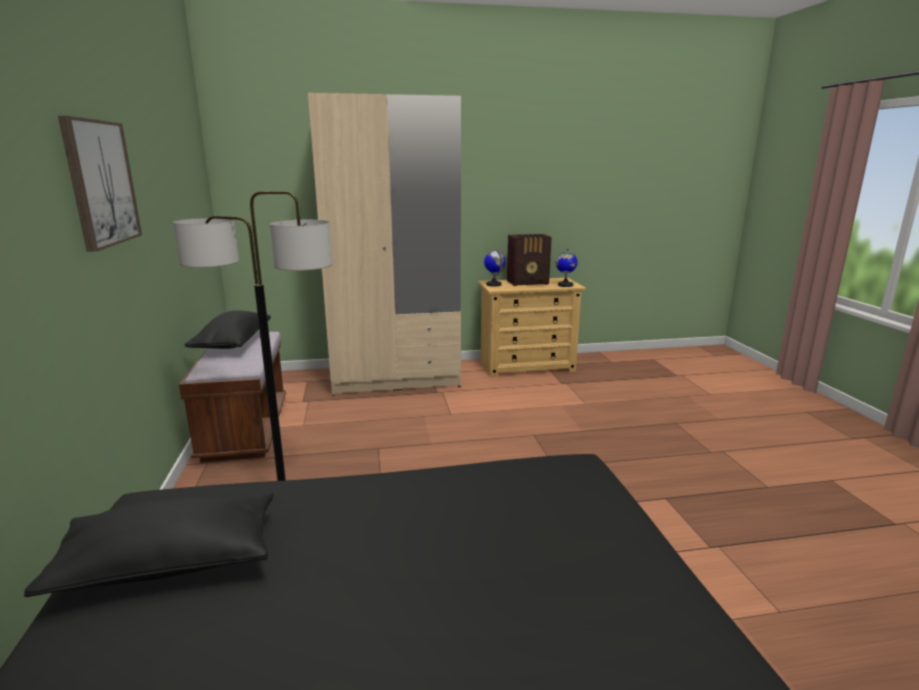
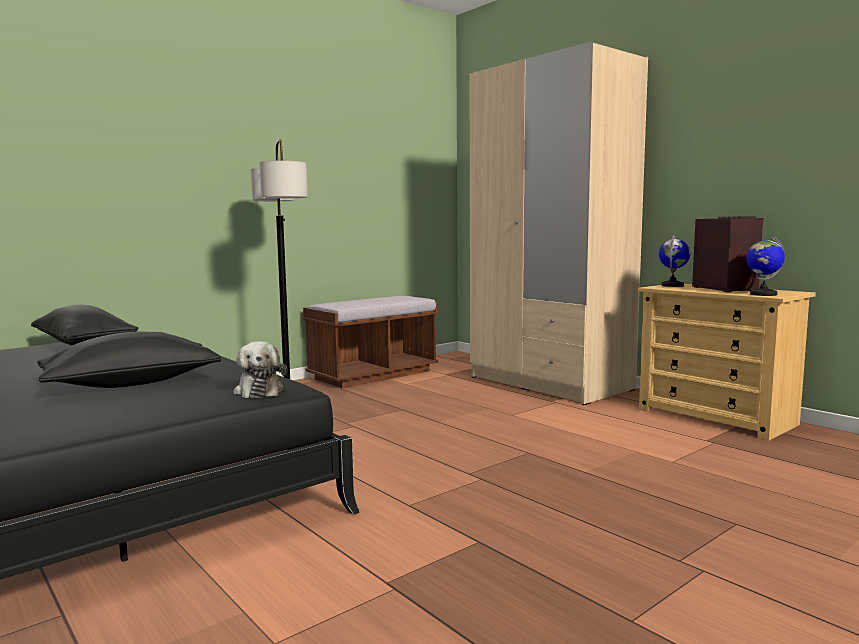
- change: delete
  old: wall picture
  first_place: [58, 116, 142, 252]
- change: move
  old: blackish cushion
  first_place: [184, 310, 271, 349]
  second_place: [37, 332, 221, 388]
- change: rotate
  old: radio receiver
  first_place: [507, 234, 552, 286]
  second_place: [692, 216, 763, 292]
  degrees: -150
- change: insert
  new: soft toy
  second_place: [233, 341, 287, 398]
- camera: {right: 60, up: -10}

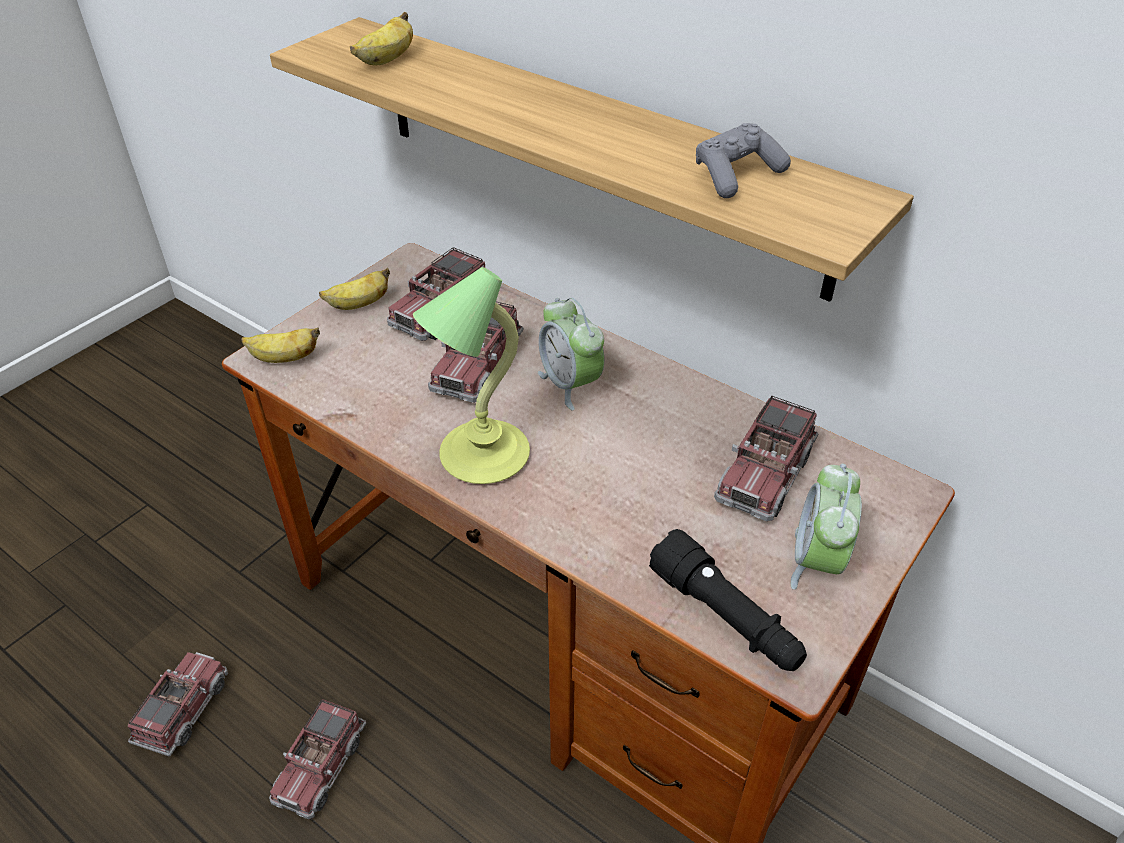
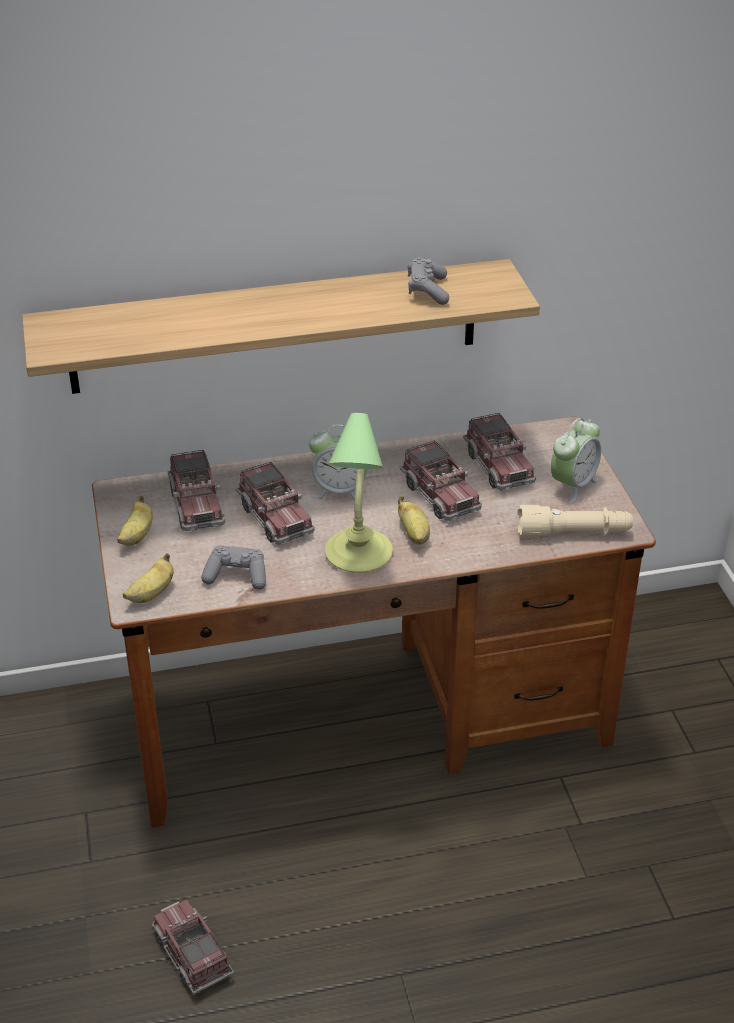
- change: move
  old: toy truck
  first_place: [269, 699, 366, 820]
  second_place: [400, 440, 482, 521]
- change: move
  old: whole banana
  first_place: [350, 12, 413, 65]
  second_place: [398, 496, 430, 545]
- change: recolor
  old: blackish hand torch
  new: beige hand torch
  first_place: [649, 529, 807, 671]
  second_place: [517, 505, 633, 538]
- change: rotate
  old: table clock
  first_place: [791, 463, 862, 590]
  second_place: [551, 418, 601, 503]
  degrees: -105
- change: insert
  new: greyish game controller
  second_place: [201, 545, 266, 590]
- camera: {right: -50, up: -5}

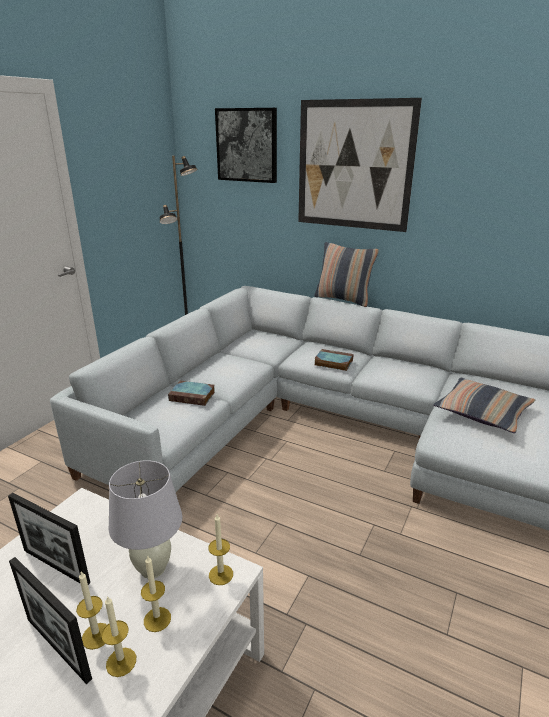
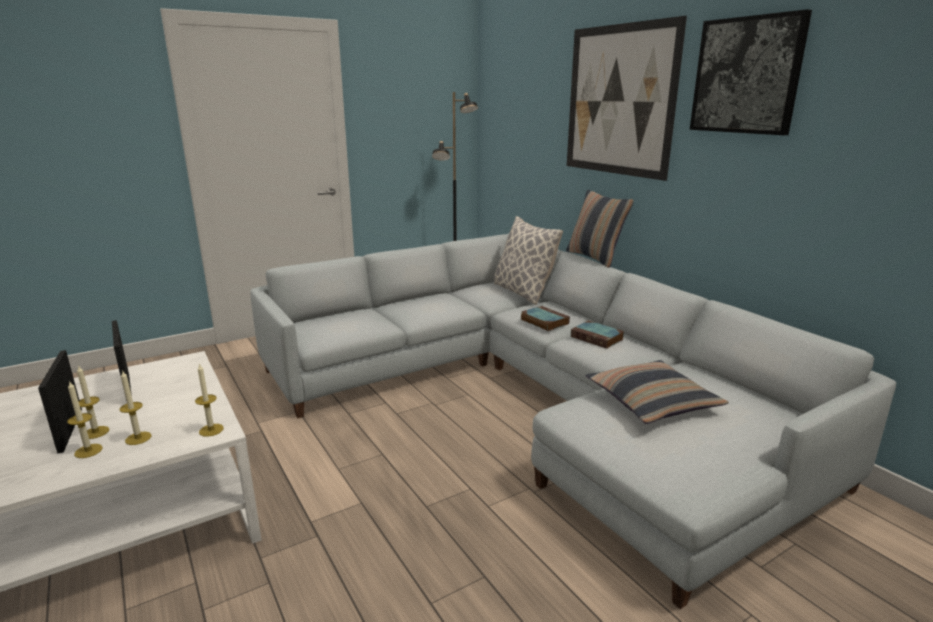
- change: delete
  old: white tabletop lamp
  first_place: [109, 460, 182, 578]
- change: move
  old: volume
  first_place: [168, 381, 215, 406]
  second_place: [571, 320, 624, 349]
- change: move
  old: wall picture
  first_place: [215, 108, 277, 183]
  second_place: [690, 9, 812, 135]
- change: insert
  new: cushion
  second_place: [494, 216, 563, 305]
- camera: {right: 30, up: -5}

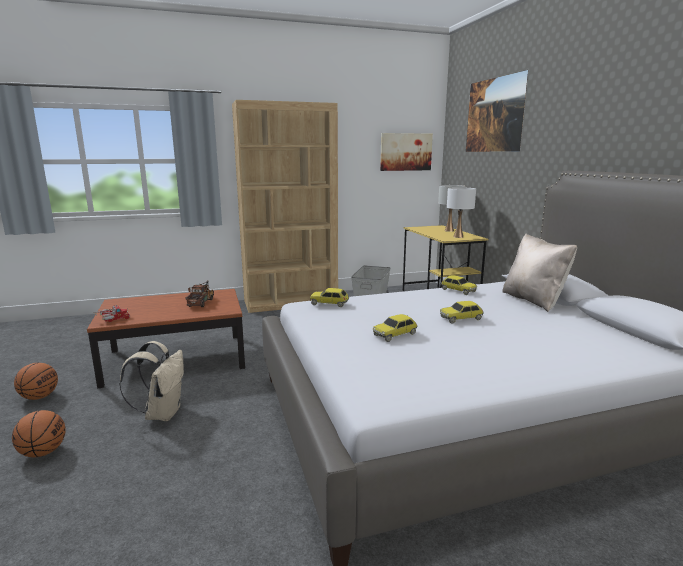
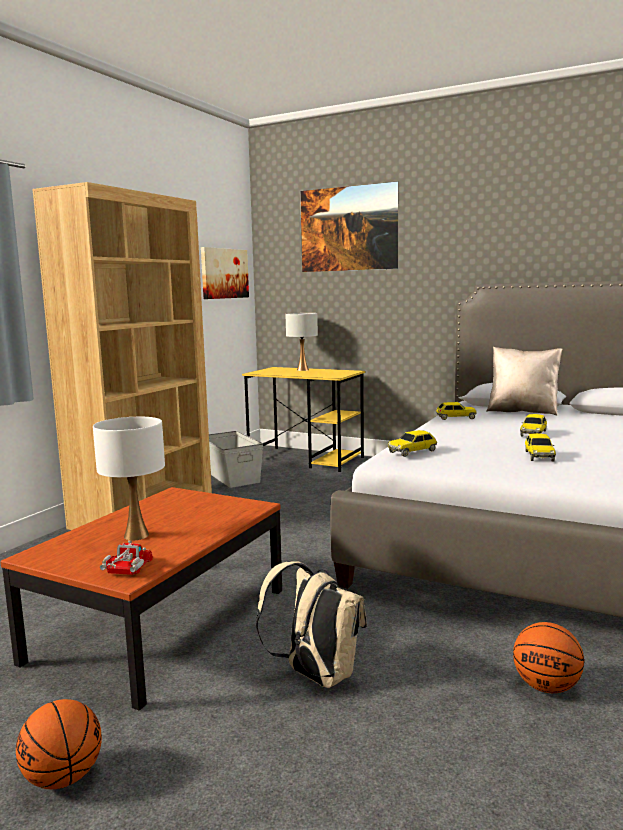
- change: move
  old: basketball ball
  first_place: [12, 410, 66, 457]
  second_place: [513, 622, 584, 693]
- change: delete
  old: toy truck
  first_place: [185, 280, 214, 307]
- change: move
  old: white tabletop lamp
  first_place: [447, 187, 476, 238]
  second_place: [93, 417, 165, 540]
- camera: {right: -45, up: -5}

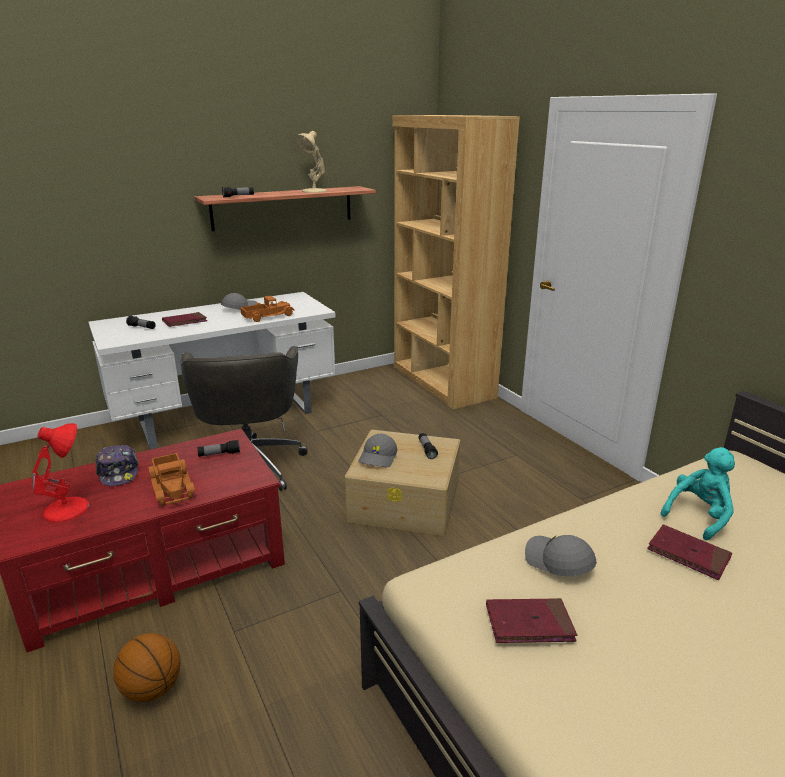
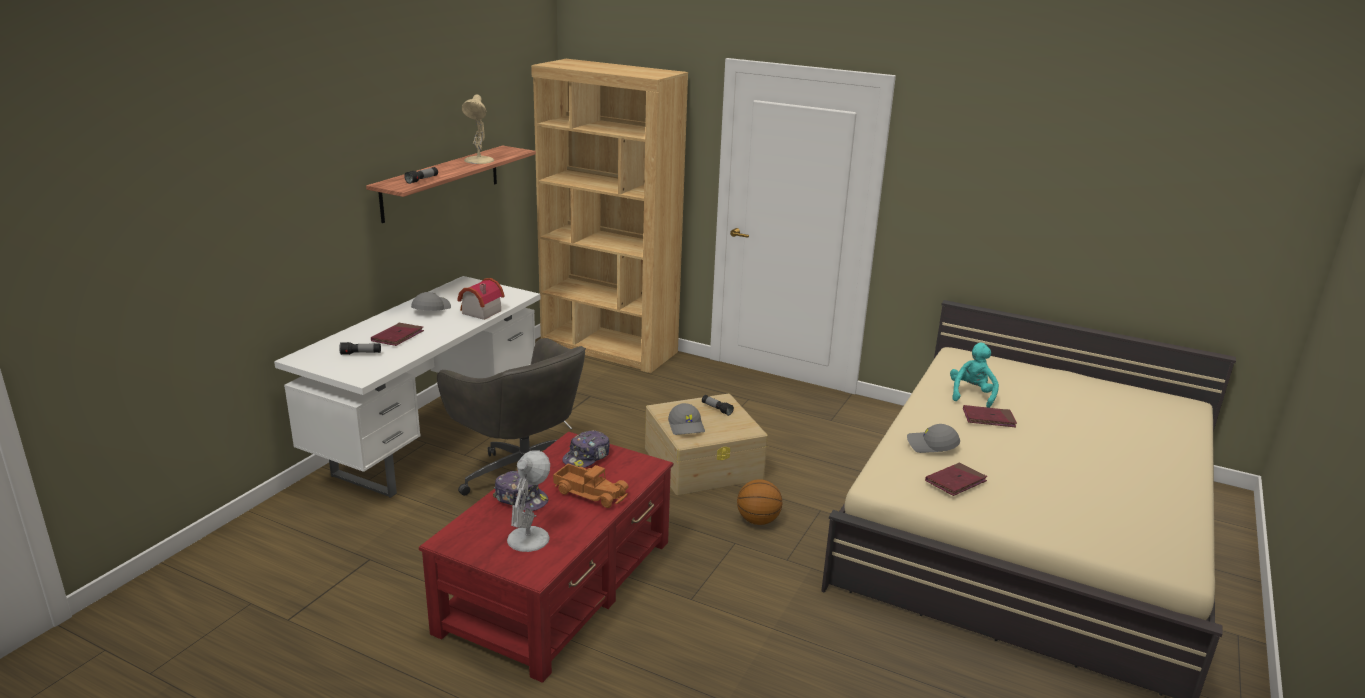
- change: recolor
  old: reddish tabletop lamp
  new: white tabletop lamp
  first_place: [32, 423, 89, 522]
  second_place: [507, 450, 550, 552]
- change: move
  old: basketball ball
  first_place: [113, 633, 181, 702]
  second_place: [737, 479, 782, 525]
- change: replace
  old: hand torch
  new: peaked cap
  first_place: [197, 440, 240, 457]
  second_place: [562, 430, 610, 468]
- change: replace
  old: toy truck
  new: miniature house
  first_place: [240, 296, 295, 322]
  second_place: [457, 278, 505, 320]
- camera: {right: -35, up: 0}

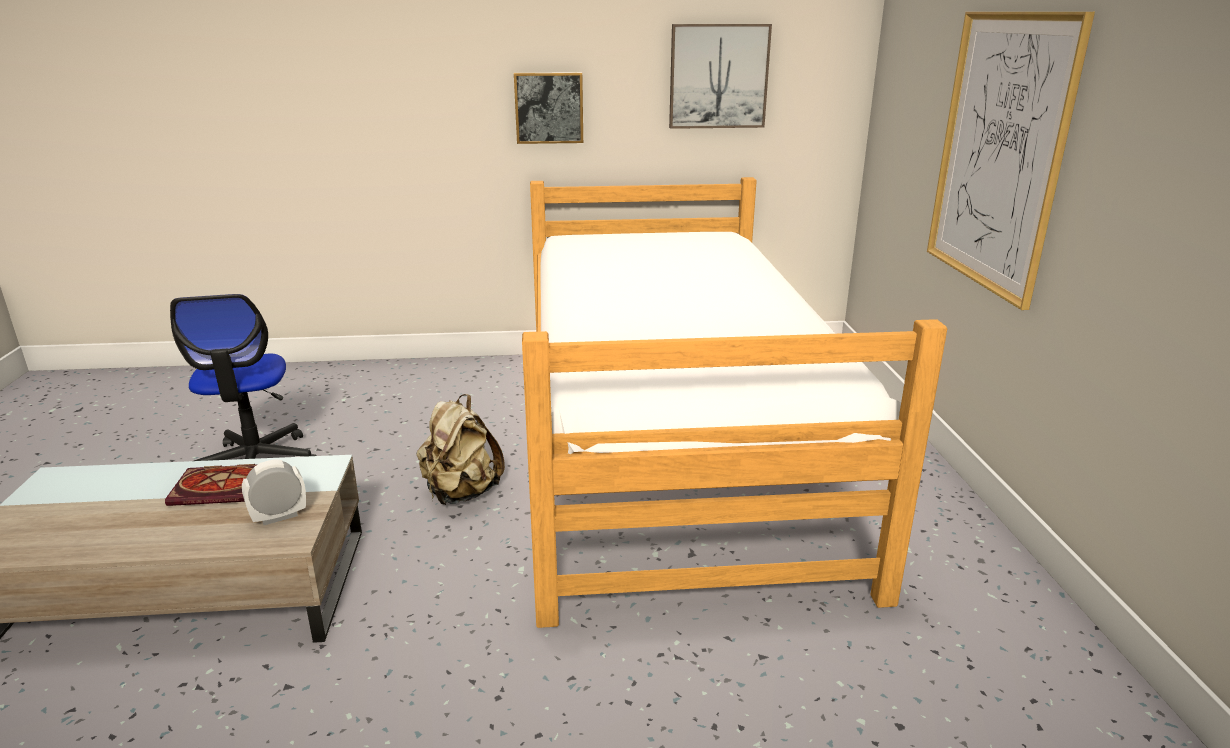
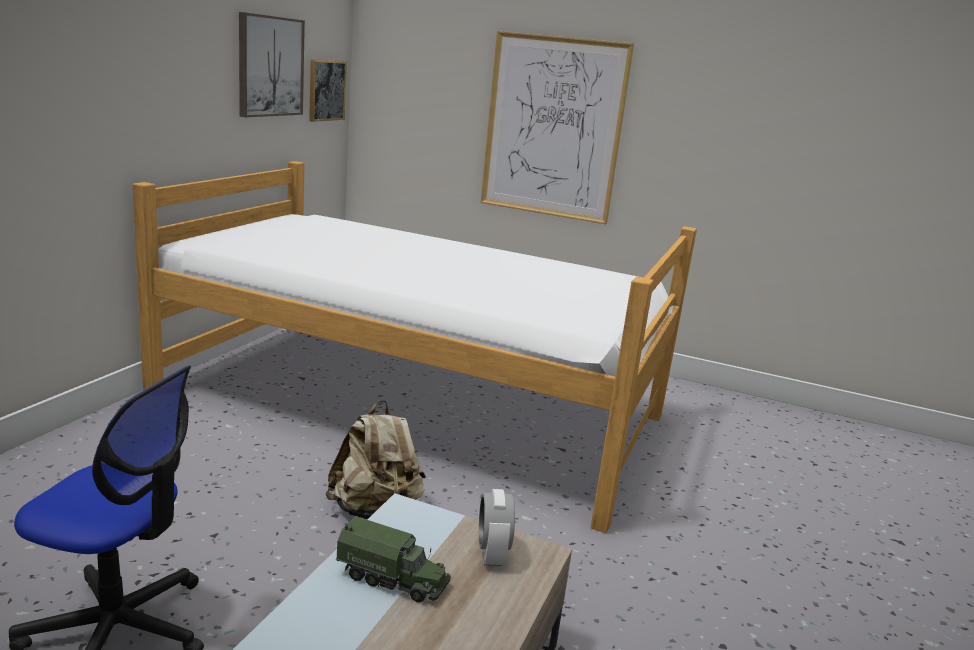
- change: replace
  old: volume
  new: toy truck
  first_place: [165, 464, 258, 506]
  second_place: [336, 516, 451, 603]
- change: move
  old: wall picture
  first_place: [514, 72, 583, 144]
  second_place: [309, 59, 347, 122]
- camera: {right: -65, up: -5}

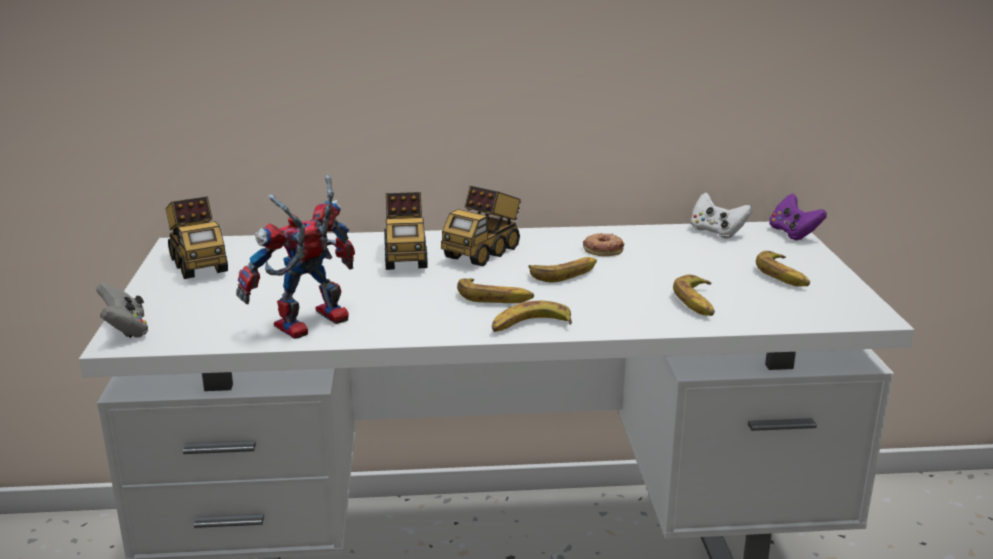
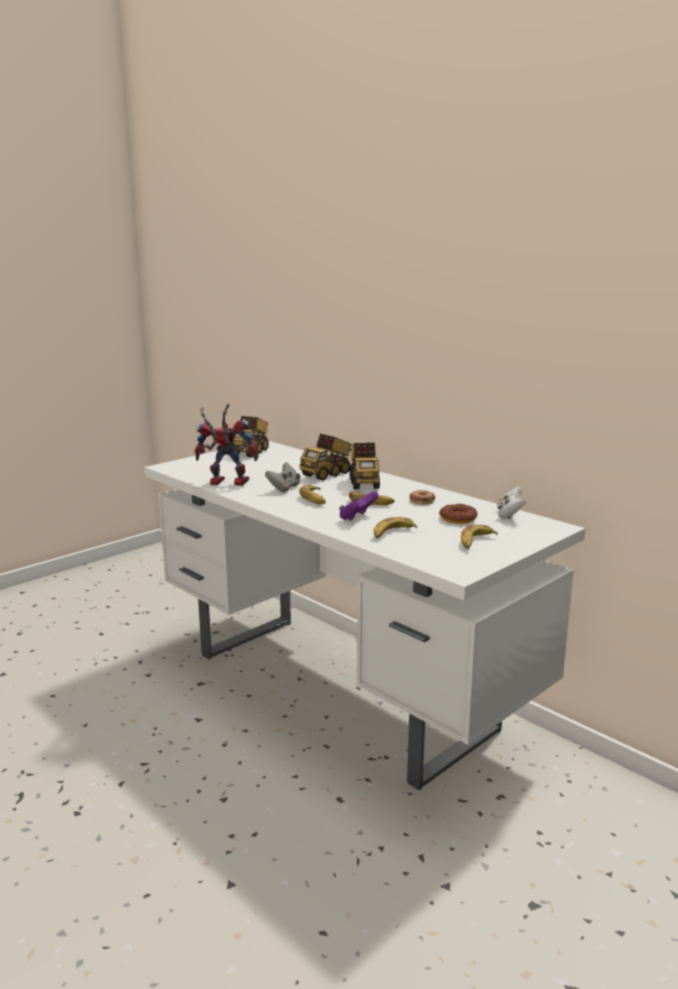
- change: move
  old: greyish game controller
  first_place: [96, 283, 148, 338]
  second_place: [265, 462, 300, 492]
- change: rotate
  old: toy truck
  first_place: [441, 186, 521, 266]
  second_place: [349, 443, 380, 489]
  degrees: -90
- change: delete
  old: whole banana
  first_place: [492, 301, 572, 332]
- change: move
  old: purple-coloured game controller
  first_place: [769, 193, 827, 240]
  second_place: [339, 491, 379, 521]
- change: insert
  new: doughnut
  second_place: [439, 504, 478, 524]
- camera: {right: 50, up: -5}

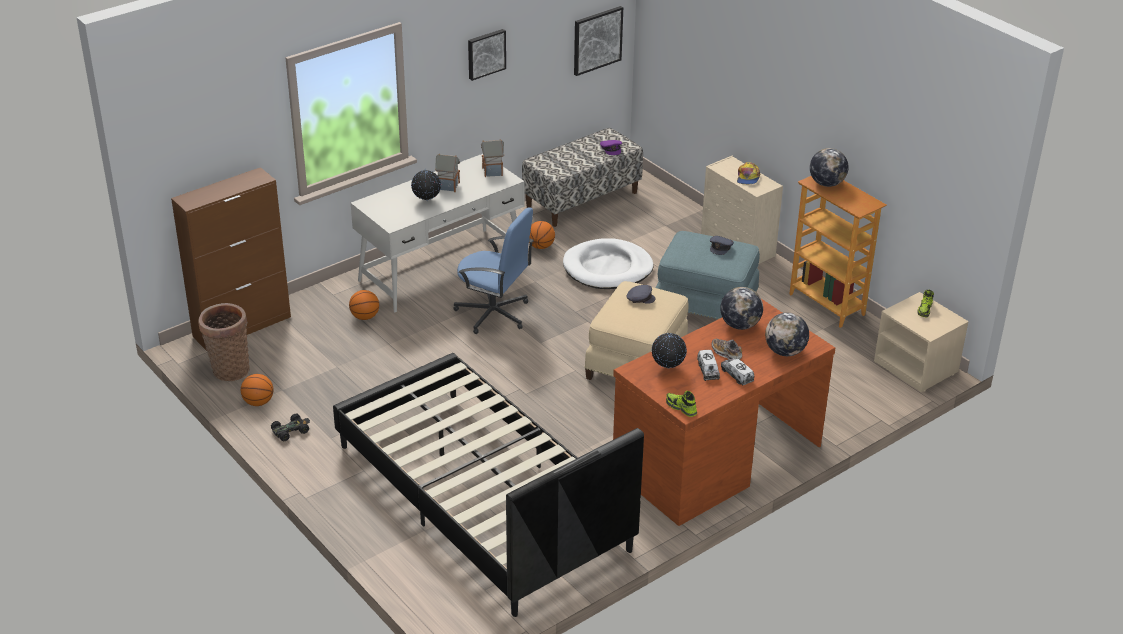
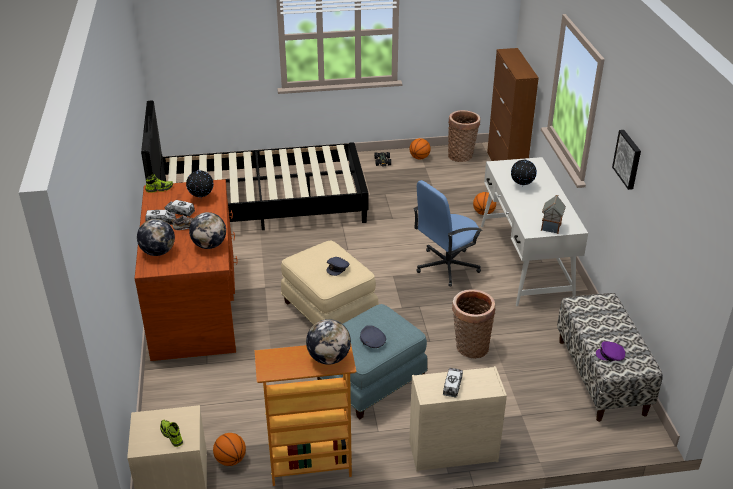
- change: delete
  old: miniature house
  first_place: [435, 154, 460, 192]
- change: move
  old: basketball ball
  first_place: [529, 221, 555, 249]
  second_place: [213, 433, 246, 466]
- change: replace
  old: white dog bed
  new: household basket
  first_place: [563, 238, 654, 289]
  second_place: [452, 289, 495, 359]
- change: delete
  old: wall picture
  first_place: [574, 6, 623, 76]
- change: replace
  old: peaked cap
  new: toy truck
  first_place: [737, 162, 760, 184]
  second_place: [443, 368, 463, 398]
- camera: {right: 120, up: 0}

